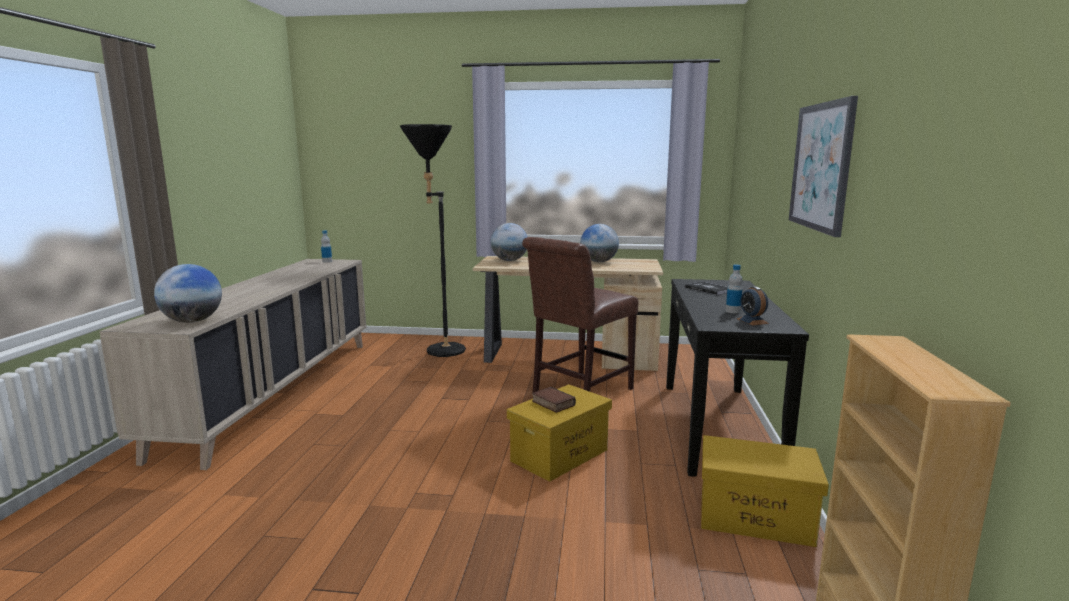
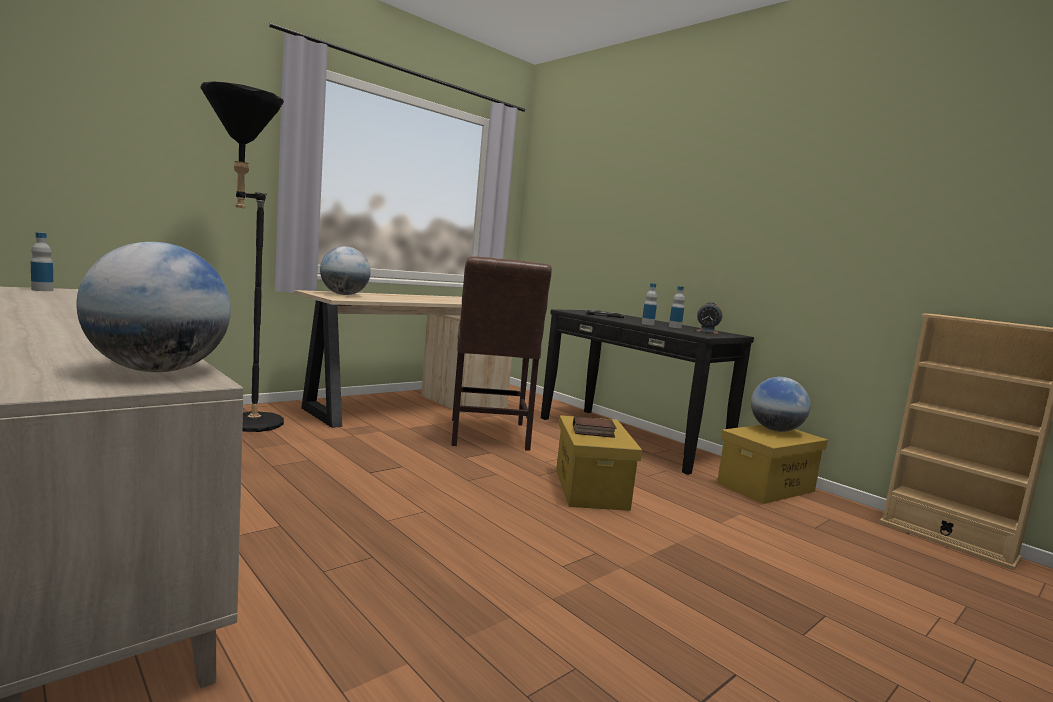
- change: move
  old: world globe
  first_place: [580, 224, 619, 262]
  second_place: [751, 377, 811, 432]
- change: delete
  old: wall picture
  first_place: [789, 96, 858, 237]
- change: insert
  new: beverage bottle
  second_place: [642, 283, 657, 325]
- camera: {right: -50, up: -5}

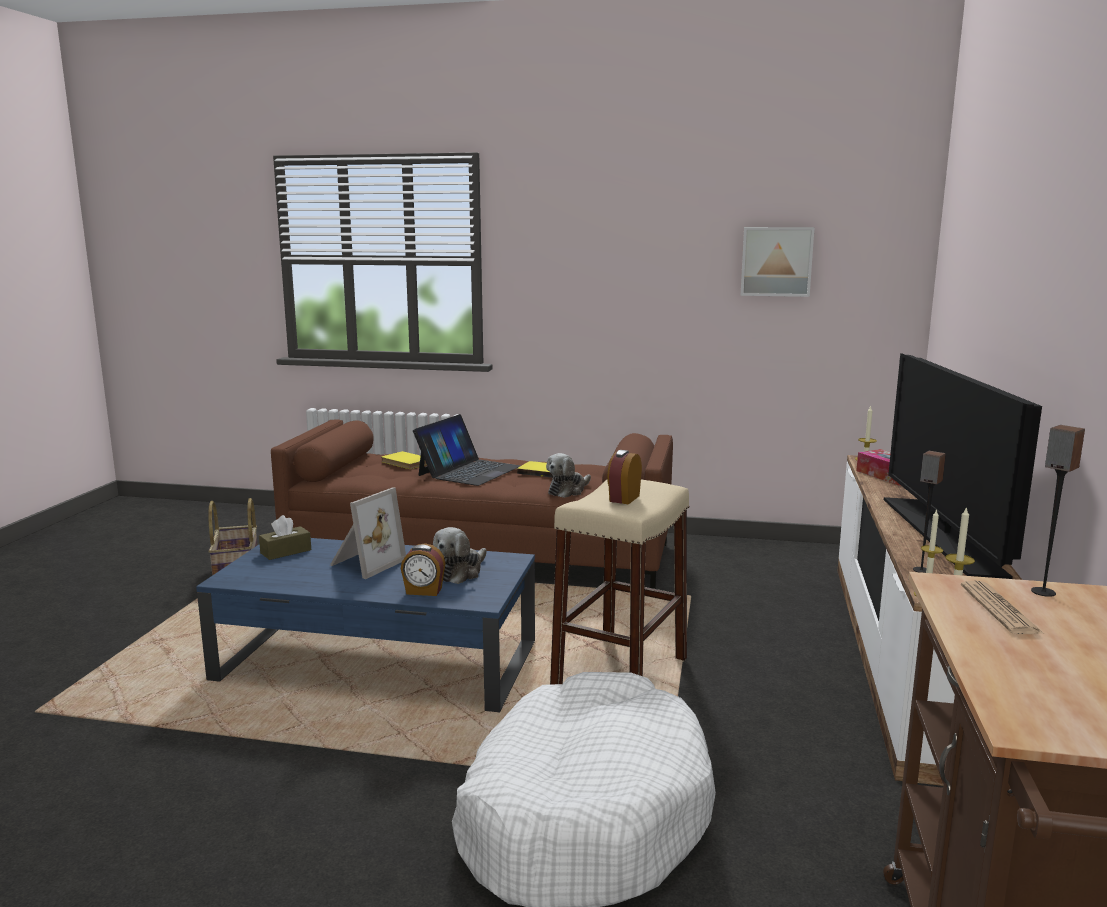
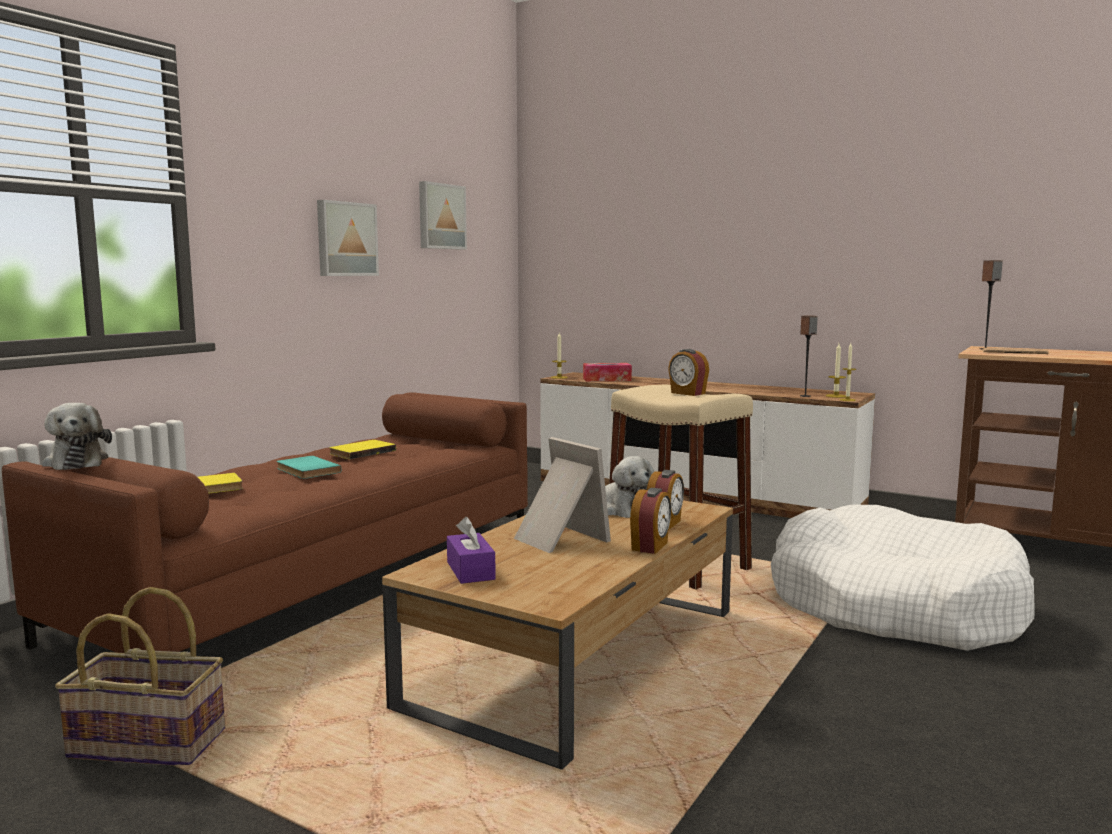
- change: recolor
  old: bluish low table
  new: brownish low table
  first_place: [196, 538, 535, 712]
  second_place: [382, 500, 733, 770]
- change: recolor
  old: brownish tissue holder
  new: purple-coloured tissue holder
  first_place: [259, 515, 311, 560]
  second_place: [447, 517, 496, 584]
- change: replace
  old: notebook computer
  new: turquoise volume
  first_place: [413, 414, 520, 486]
  second_place: [277, 456, 341, 479]
- change: move
  old: soft toy
  first_place: [546, 453, 591, 498]
  second_place: [42, 403, 112, 470]
- change: delete
  old: TV set
  first_place: [884, 353, 1042, 579]
- change: insert
  new: wall picture
  second_place: [317, 200, 379, 276]
- change: insert
  new: table clock
  second_place: [630, 488, 671, 554]
- camera: {right: -70, up: -5}

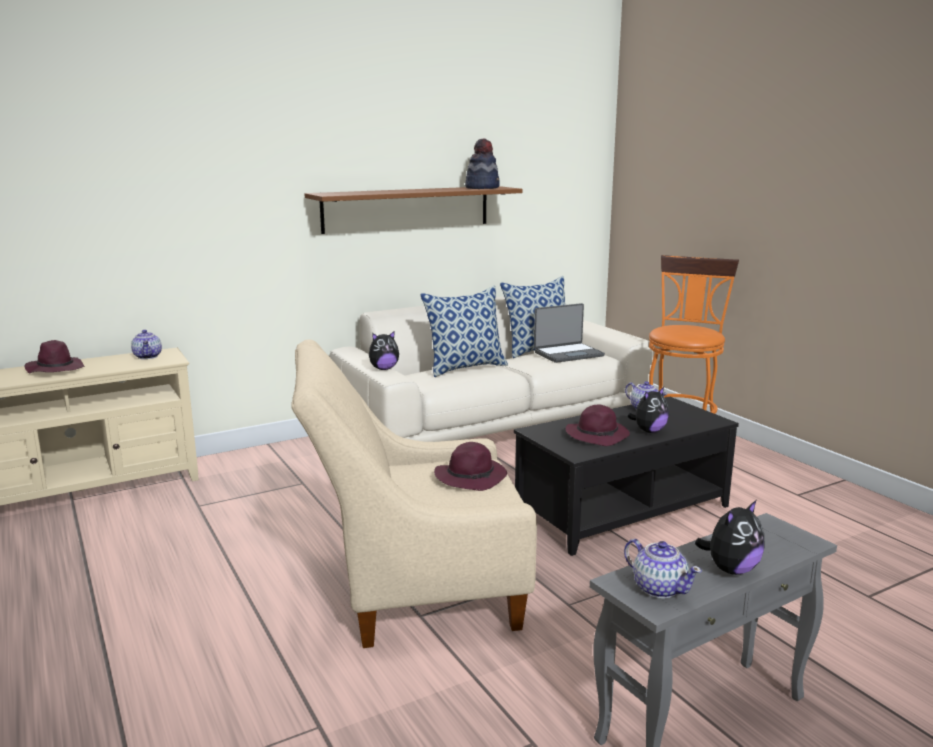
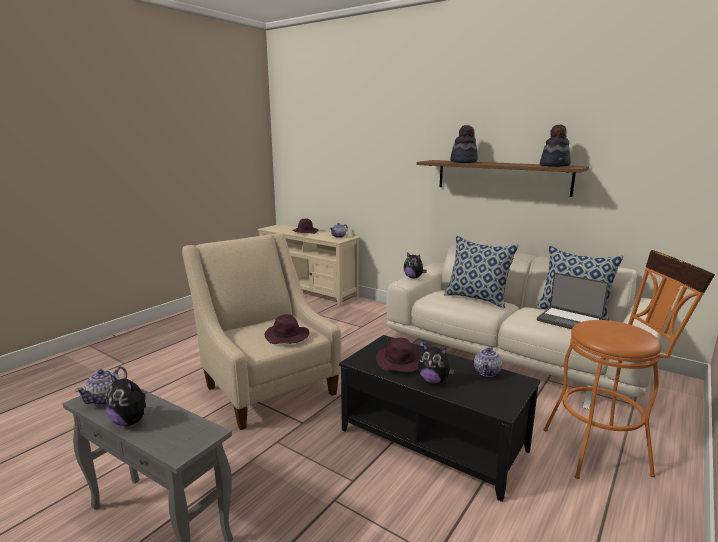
- change: insert
  new: clothing hat
  second_place: [450, 125, 478, 163]
- camera: {right: 65, up: 0}

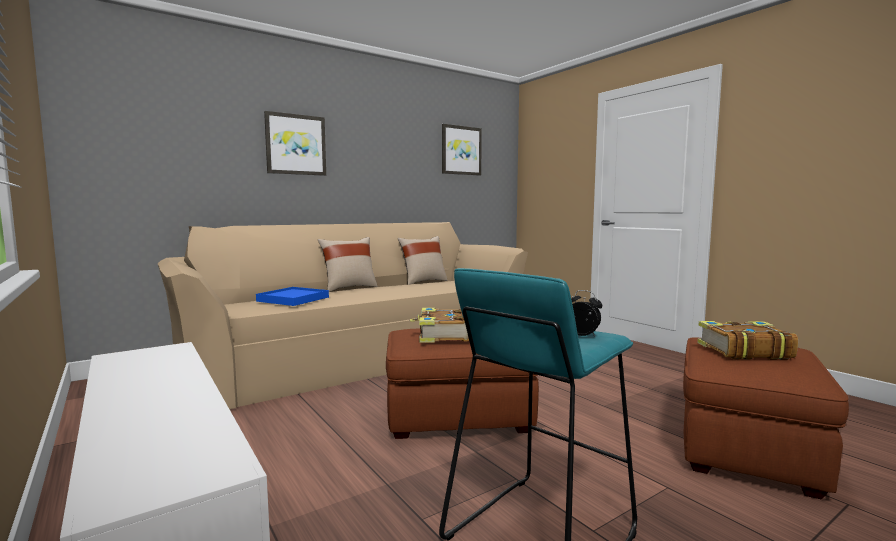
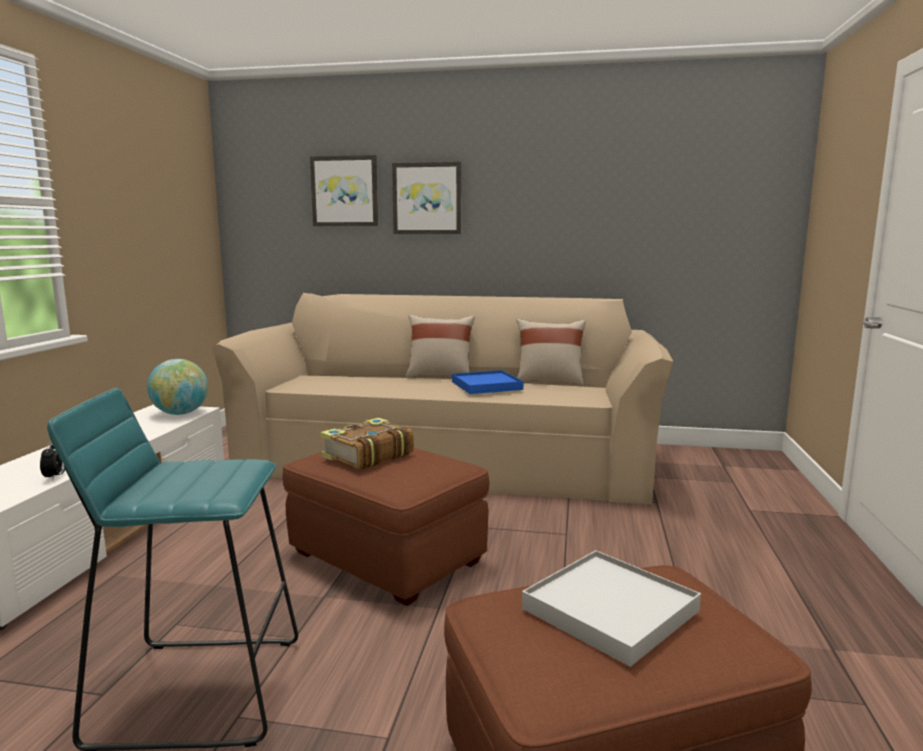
- change: move
  old: bluish carrying tray
  first_place: [256, 287, 329, 306]
  second_place: [452, 370, 523, 394]
- change: move
  old: wall picture
  first_place: [442, 124, 482, 175]
  second_place: [310, 155, 378, 226]
- change: move
  old: table clock
  first_place: [571, 290, 602, 336]
  second_place: [40, 442, 65, 480]
- change: replace
  old: volume
  new: white carrying tray
  first_place: [697, 321, 798, 360]
  second_place: [522, 550, 701, 667]
- change: insert
  new: world globe
  second_place: [147, 359, 208, 415]
- camera: {right: 45, up: 5}

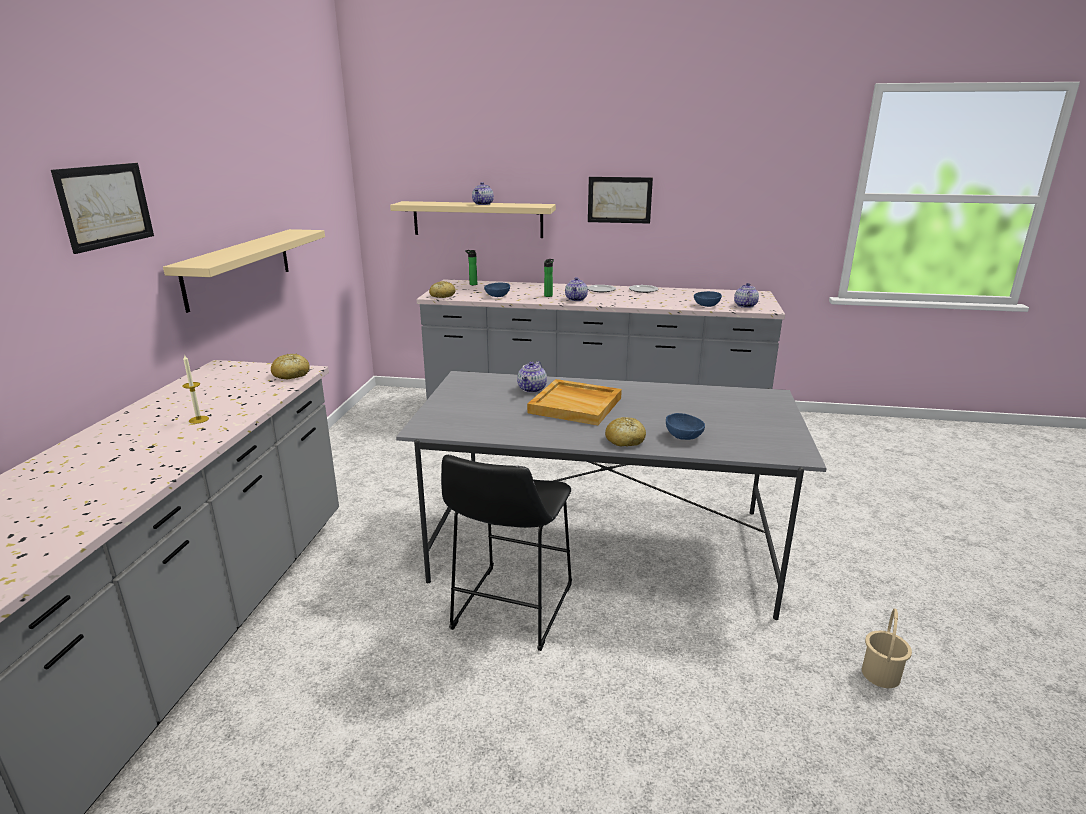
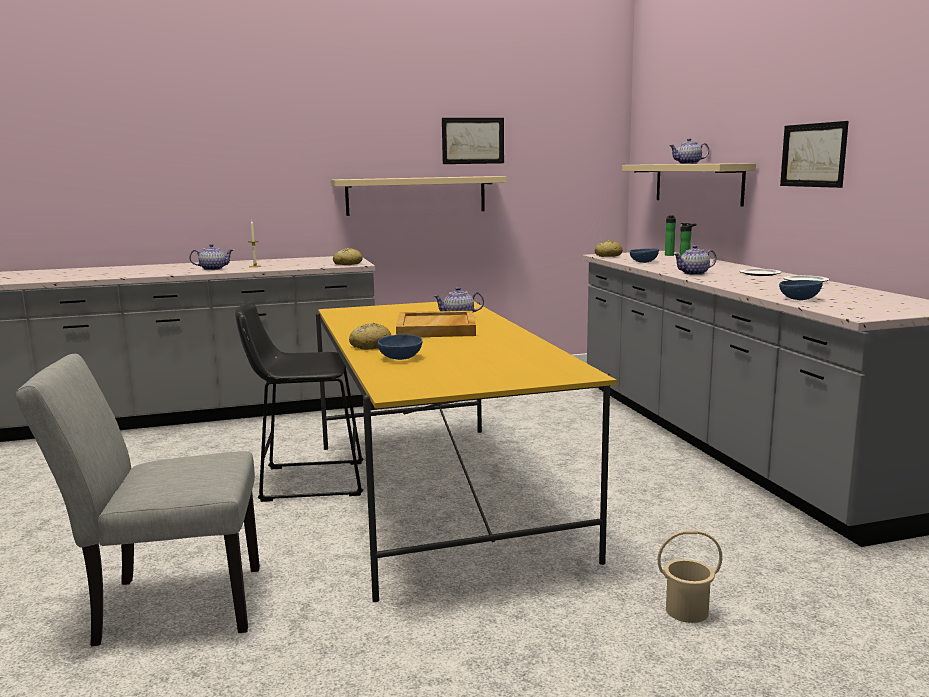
- change: move
  old: wall picture
  first_place: [51, 163, 154, 254]
  second_place: [442, 118, 504, 164]
- change: recolor
  old: greyish dining table
  new: yellow dining table
  first_place: [396, 371, 827, 620]
  second_place: [316, 302, 617, 602]
- change: move
  old: tea pot
  first_place: [734, 283, 759, 308]
  second_place: [189, 244, 233, 270]
- change: move
  old: beige pail
  first_place: [862, 609, 912, 688]
  second_place: [658, 530, 722, 623]
- change: insert
  new: greyish plain chair
  second_place: [15, 354, 260, 646]
- camera: {right: 65, up: -10}

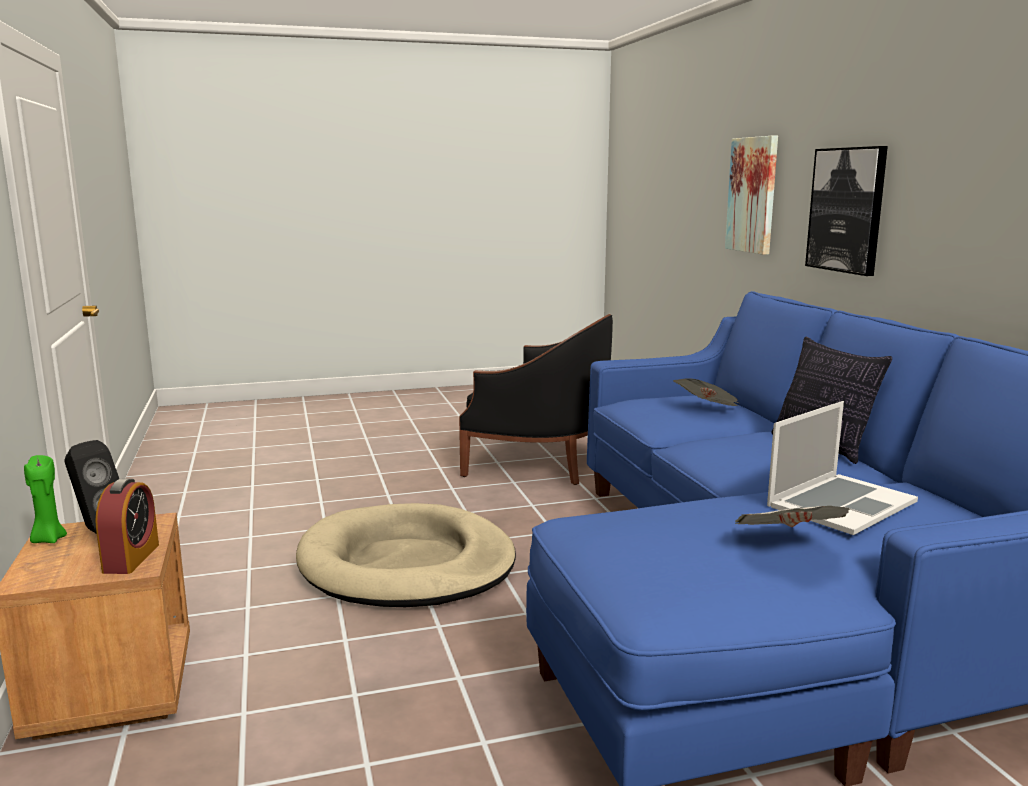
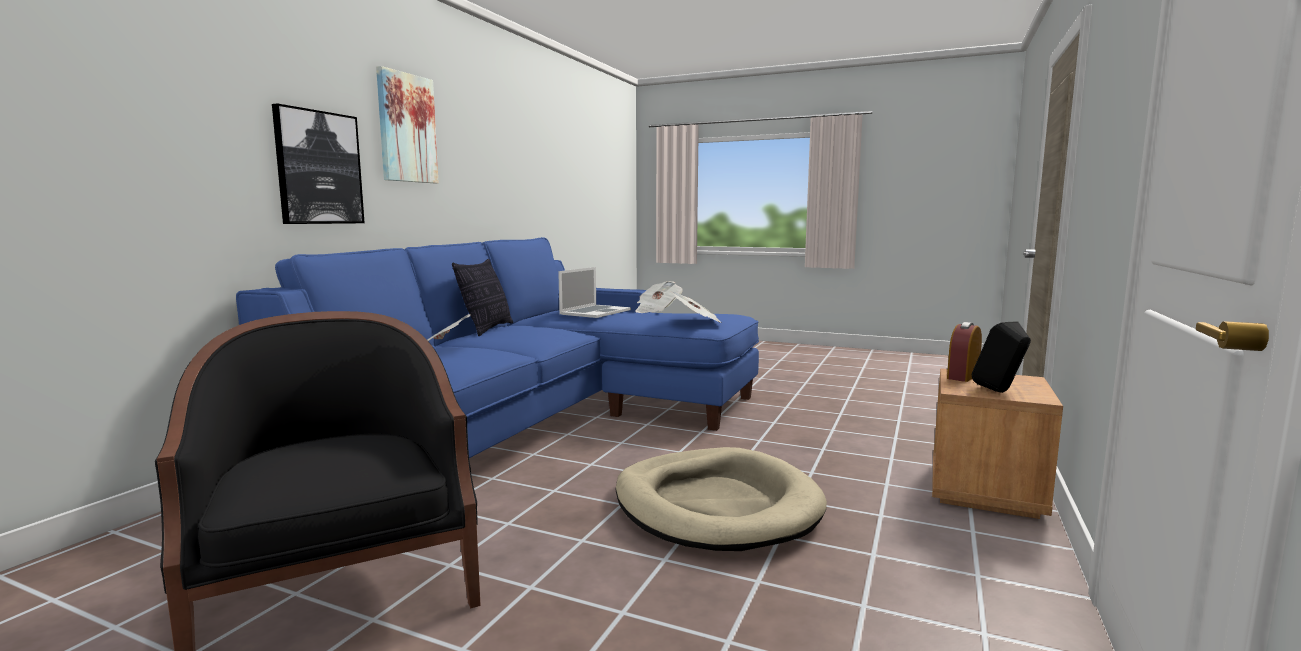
- change: delete
  old: green wax light
  first_place: [24, 455, 67, 543]
- change: move
  old: wall picture
  first_place: [725, 135, 778, 255]
  second_place: [376, 66, 439, 183]
- change: rotate
  old: notebook computer
  first_place: [767, 401, 918, 535]
  second_place: [558, 267, 631, 318]
  degrees: 120
- change: insert
  new: newspaper
  second_place: [671, 291, 722, 323]
- camera: {right: -140, up: -5}

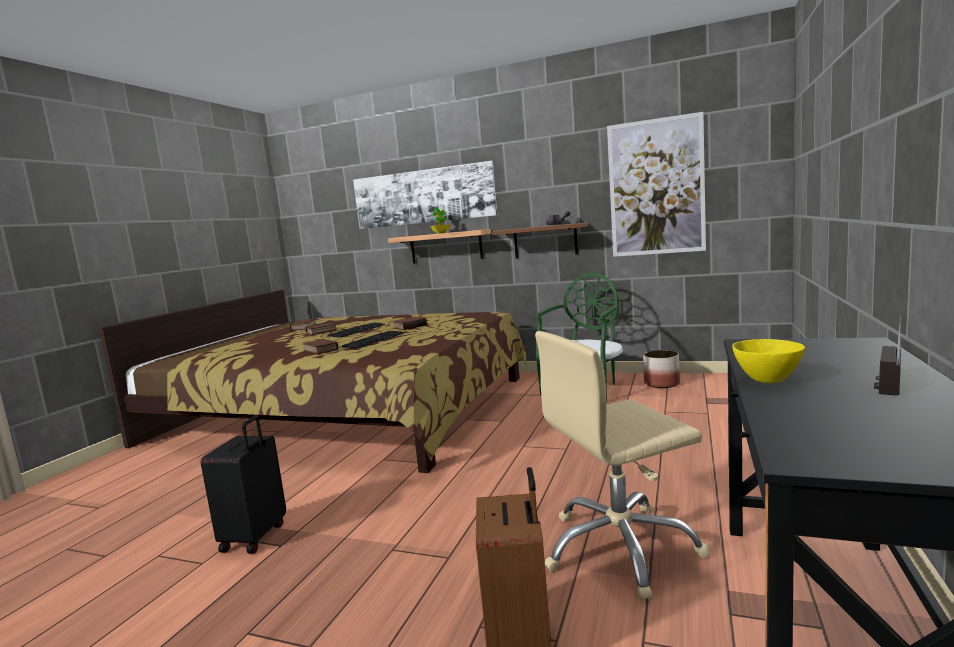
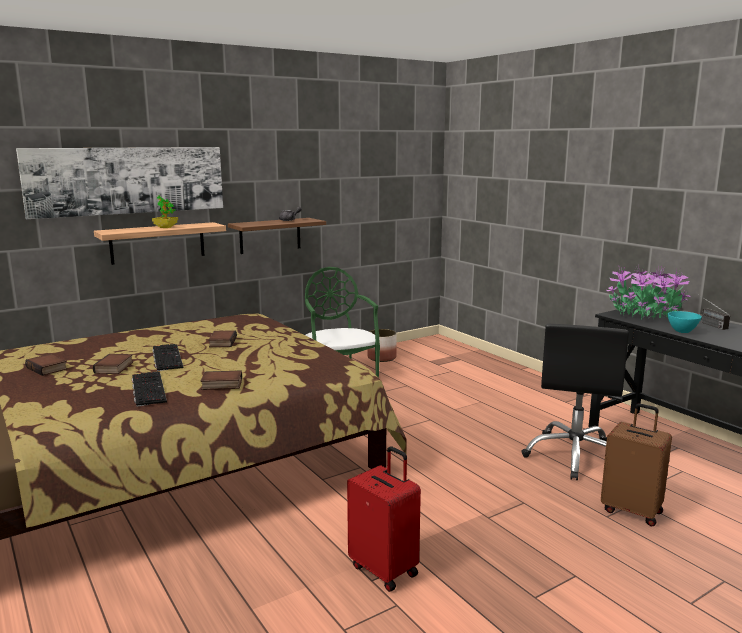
- change: recolor
  old: blackish travel case
  new: reddish travel case
  first_place: [201, 416, 286, 554]
  second_place: [347, 446, 421, 592]
- change: move
  old: keyboard
  first_place: [342, 331, 404, 348]
  second_place: [132, 371, 167, 407]
- change: recolor
  old: beige computer chair
  new: blackish computer chair
  first_place: [535, 331, 710, 601]
  second_place: [521, 324, 629, 480]
- change: delete
  old: wall picture
  first_place: [607, 112, 706, 257]
- change: recolor
  old: yellow serving bowl
  new: turquoise serving bowl
  first_place: [732, 339, 805, 383]
  second_place: [668, 311, 702, 333]
- change: insert
  new: plant in a pot
  second_place: [606, 266, 690, 320]
- camera: {right: -55, up: 5}

